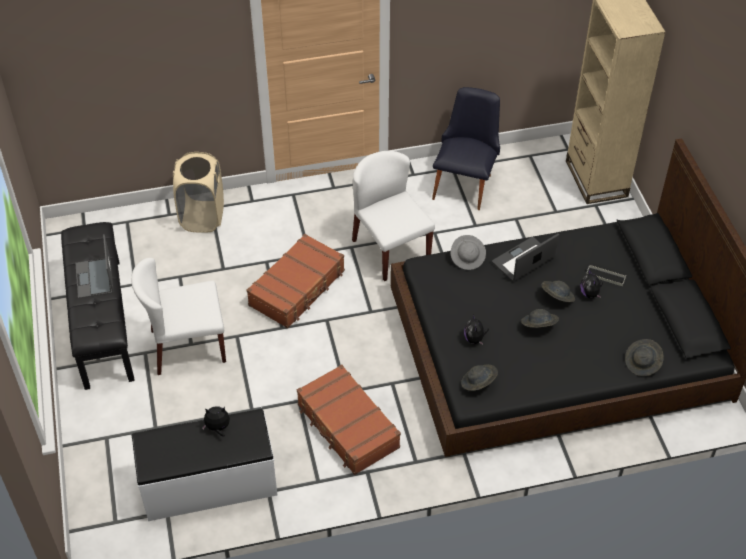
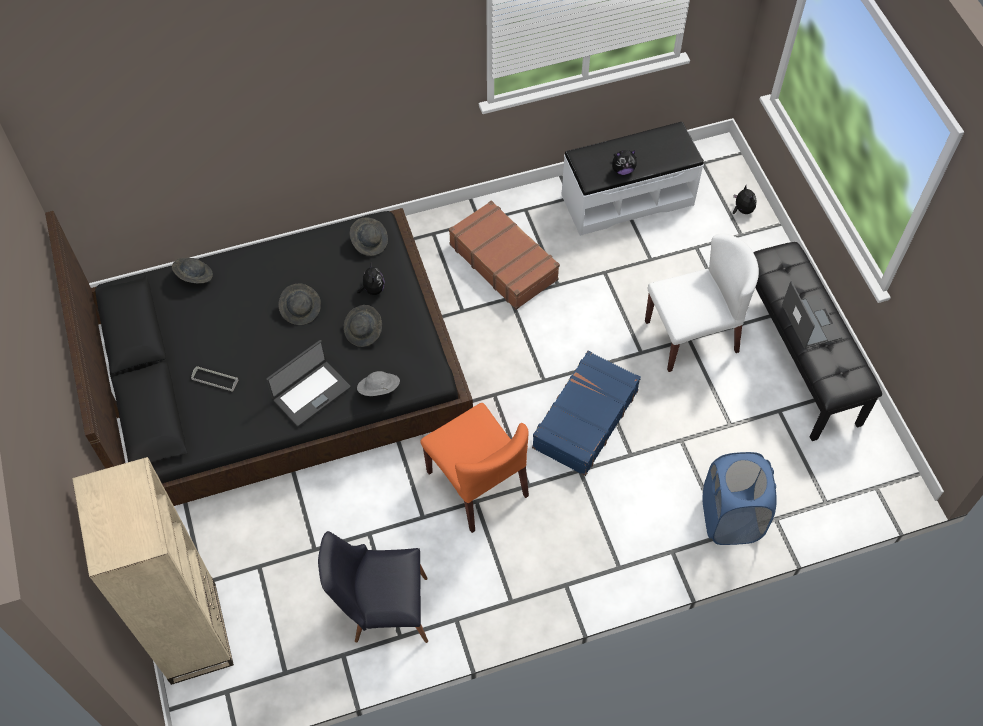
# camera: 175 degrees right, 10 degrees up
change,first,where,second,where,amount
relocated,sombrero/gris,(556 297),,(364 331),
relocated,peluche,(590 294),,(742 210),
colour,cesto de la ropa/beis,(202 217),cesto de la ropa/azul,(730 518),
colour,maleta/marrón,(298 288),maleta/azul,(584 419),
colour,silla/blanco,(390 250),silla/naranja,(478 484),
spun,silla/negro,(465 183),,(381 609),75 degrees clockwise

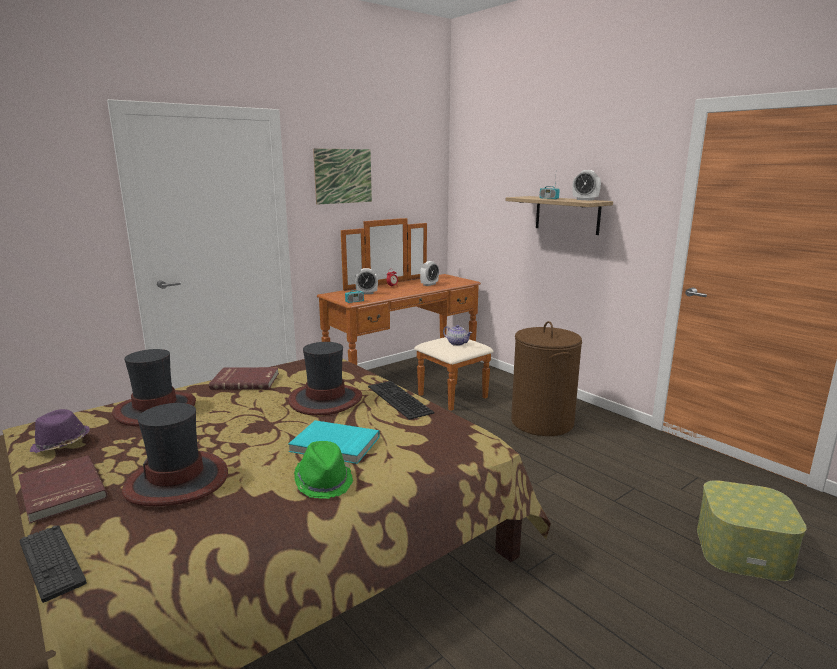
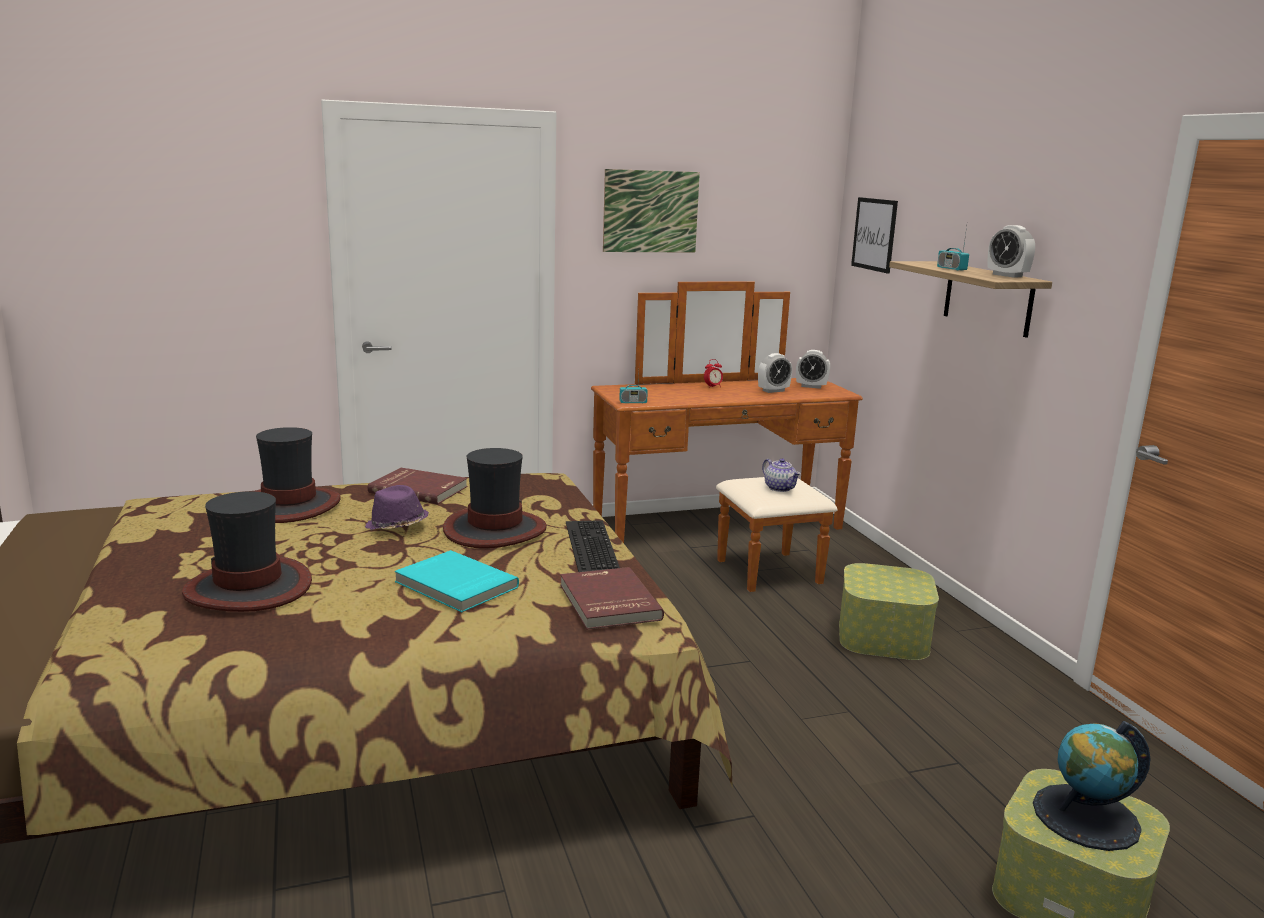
# camera: 20 degrees right, 0 degrees up
change,first,where,second,where,amount
missing,teclado,(51 562),,,
missing,sombrero/verde,(324 481),,,
appeared,,,cuadro,(874 234),
appeared,,,globo terráqueo,(1086 817),
relocated,libro/rojo,(60 491),,(607 602),
relocated,sombrero/morado,(61 444),,(396 526),
relocated,despertador,(366 293),,(811 386),
exchanged,cesto de la ropa/marrón,(541 422),caja de almacenaje,(883 636),

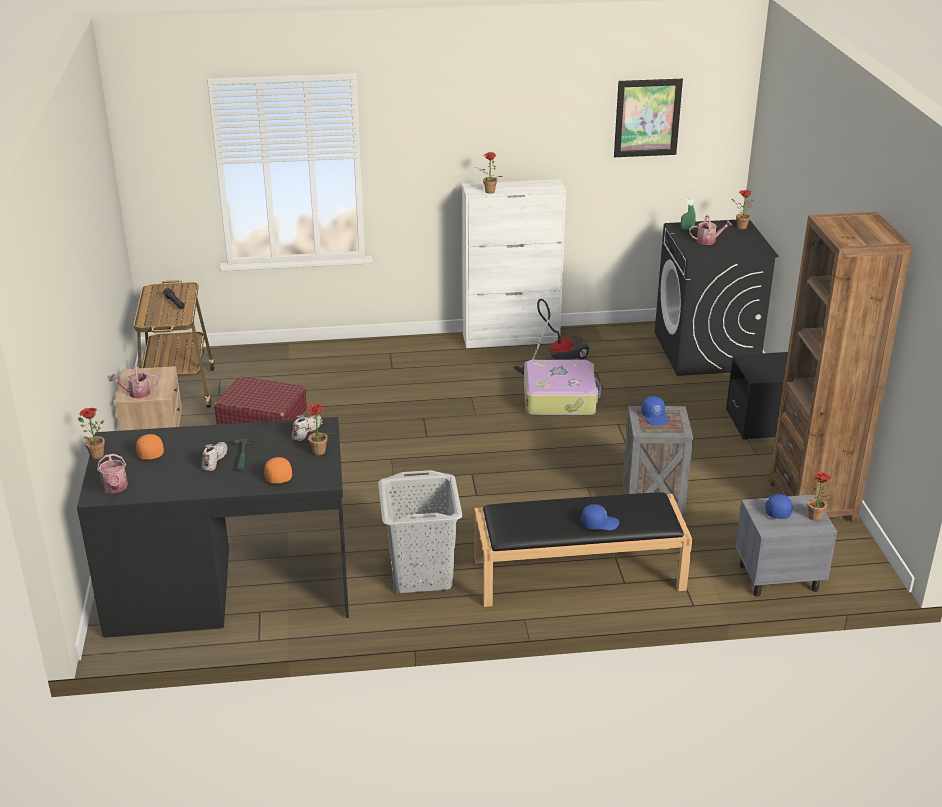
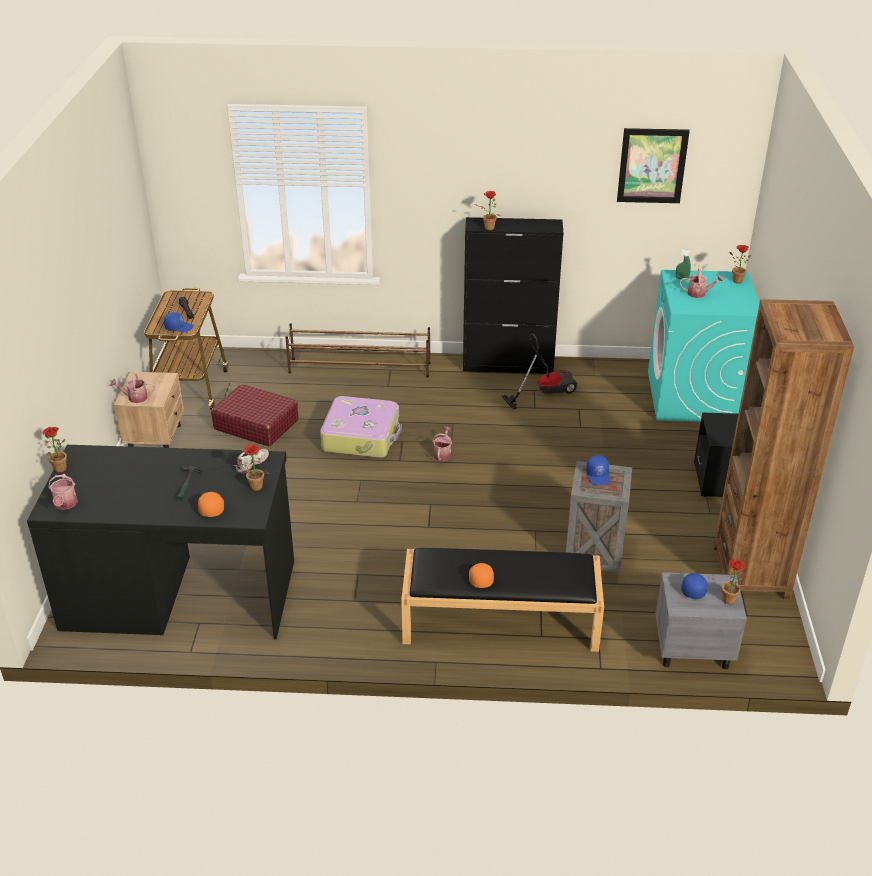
# camera: 10 degrees right, 5 degrees up
change,first,where,second,where,amount
missing,zapato/blanco,(214 459),,,
missing,cesto de la ropa/gris,(422 574),,,
appeared,,,zapatero/marrón,(360 368),
appeared,,,regadera,(442 453),
relocated,gorra/naranja,(150 451),,(480 577),
relocated,maleta,(560 398),,(361 436),
relocated,gorra/azul,(599 523),,(179 327),
colour,armario/blanco,(511 338),armario/negro,(508 365),
colour,lavadora/negro,(706 352),lavadora/turquesa,(693 397),

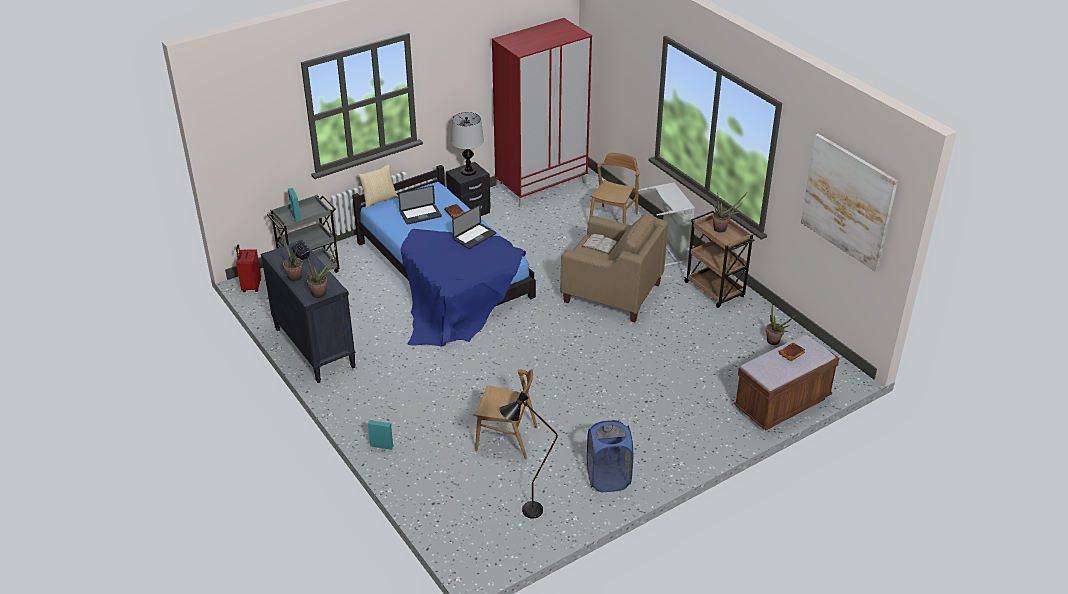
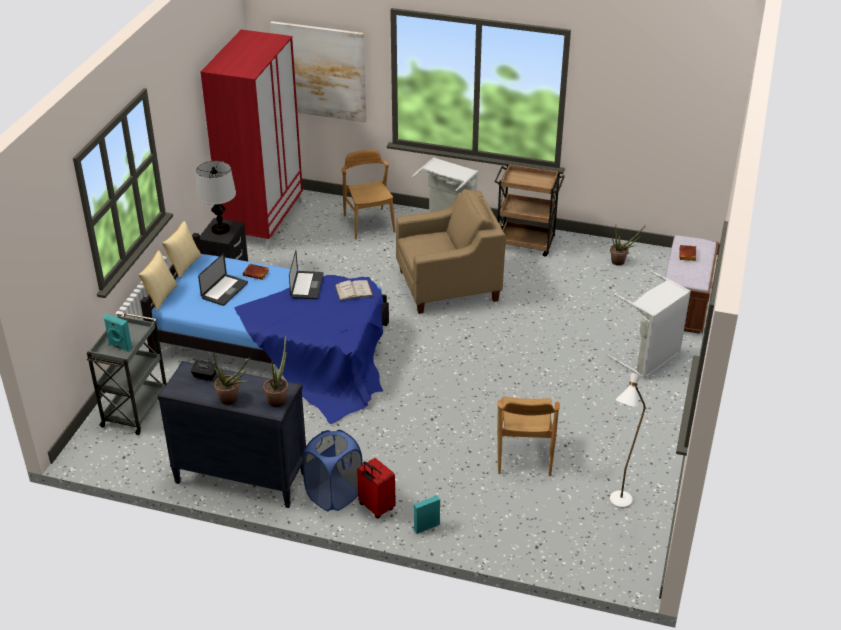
# camera: 40 degrees left, 0 degrees up
change,first,where,second,where,amount
missing,planta en maceta,(723 229),,,
appeared,,,cojín,(184 265),
appeared,,,cesto de la ropa/gris,(649 358),
relocated,maleta/rojo,(251 286),,(375 507),
relocated,libro/blanco,(600 244),,(354 290),
relocated,cesto de la ropa/azul,(608 478),,(334 495),
relocated,cuadro,(848 202),,(319 71),
colour,lámpara de pie/negro,(525 513),lámpara de pie/blanco,(618 506),
spun,silla/marrón,(507 439),,(523 455),120 degrees clockwise

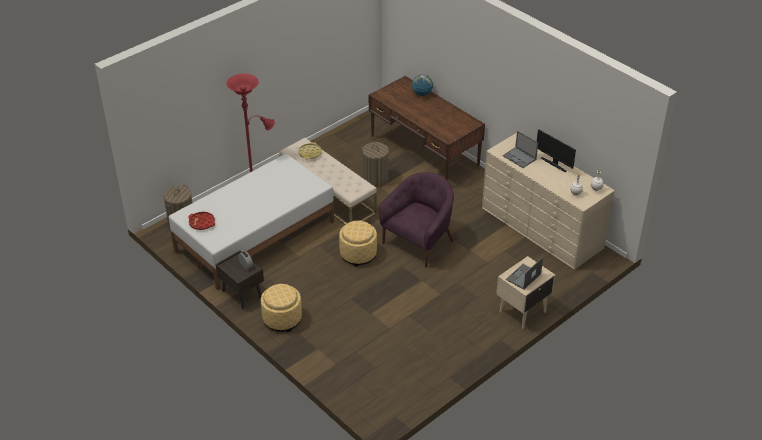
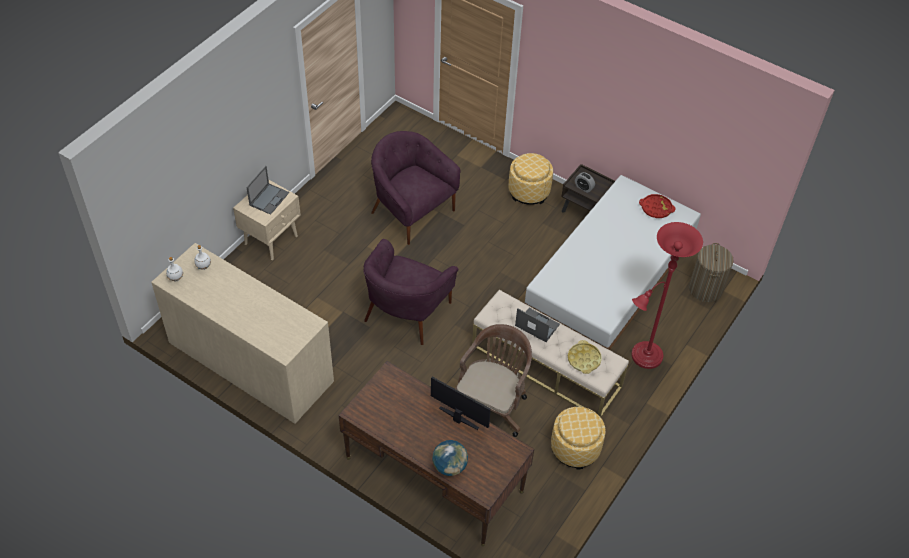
# camera: 165 degrees right, 10 degrees up
change,first,where,second,where,amount
appeared,,,sillón/morado,(411 211),
relocated,puf,(358 254),,(575 448),
relocated,portátil,(519 158),,(536 325),
relocated,monitor,(554 164),,(458 419),
exchanged,cesto de la ropa,(375 179),silla de oficina/marrón,(491 406),

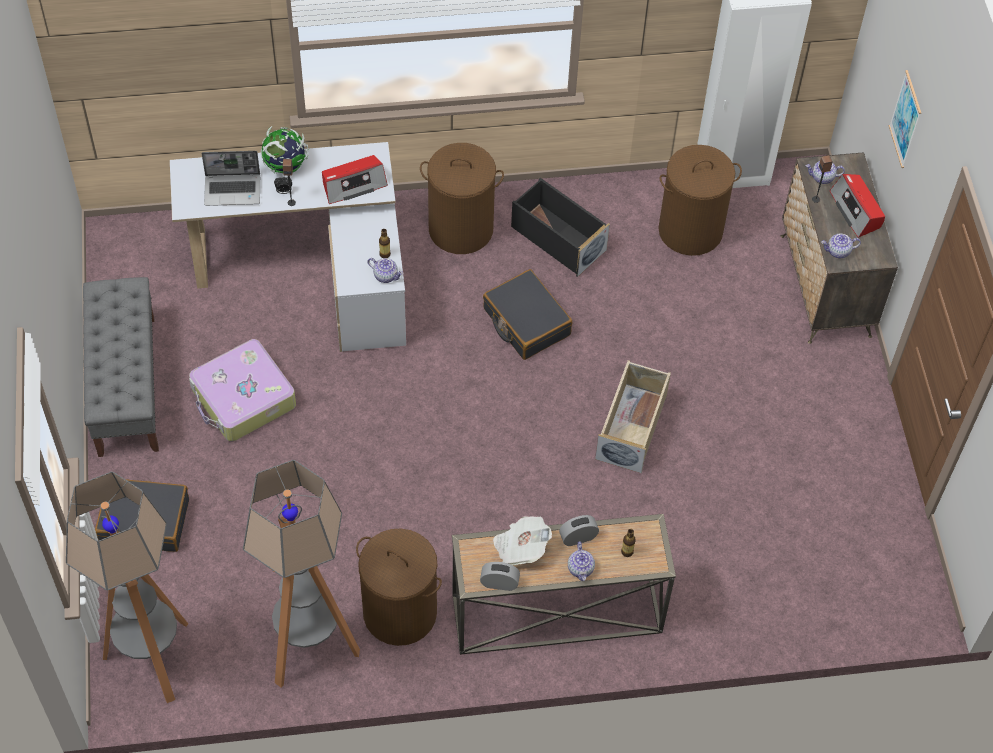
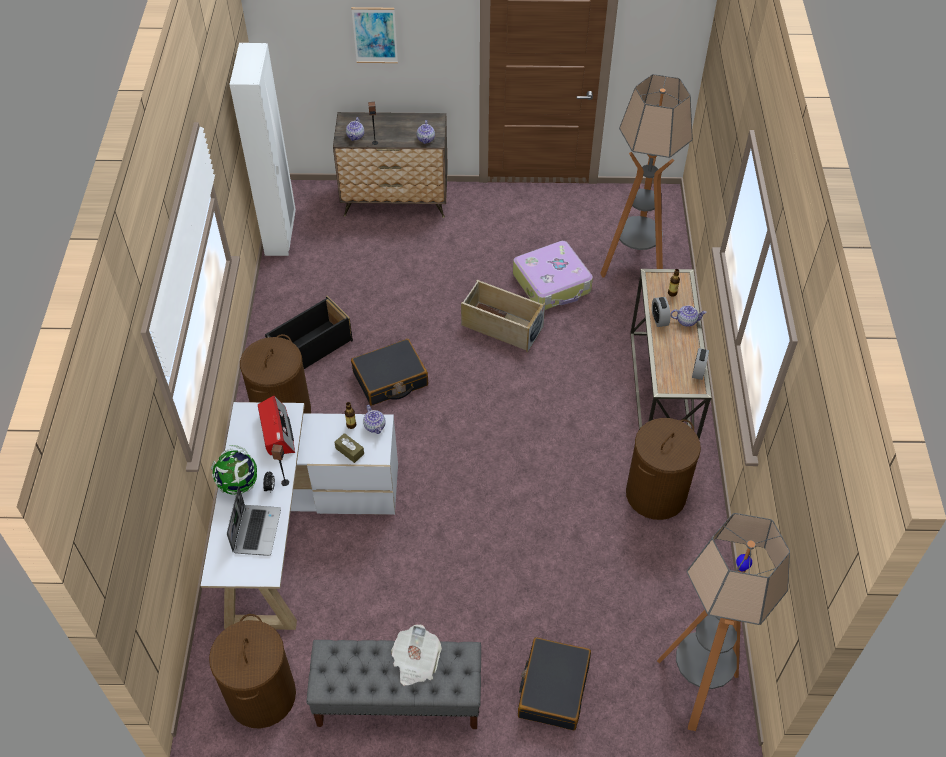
# camera: 80 degrees left, 5 degrees down
change,first,where,second,where,amount
missing,radio,(856 210),,,
appeared,,,caja de pañuelos/marrón,(349 451),
relocated,maleta,(243 399),,(552 283),
relocated,lámpara de pie,(309 647),,(633 268),
relocated,periódico,(520 547),,(415 662),
relocated,cesto de la ropa/marrón,(690 231),,(262 696),
spun,tetera,(386 275),,(375 426),120 degrees clockwise

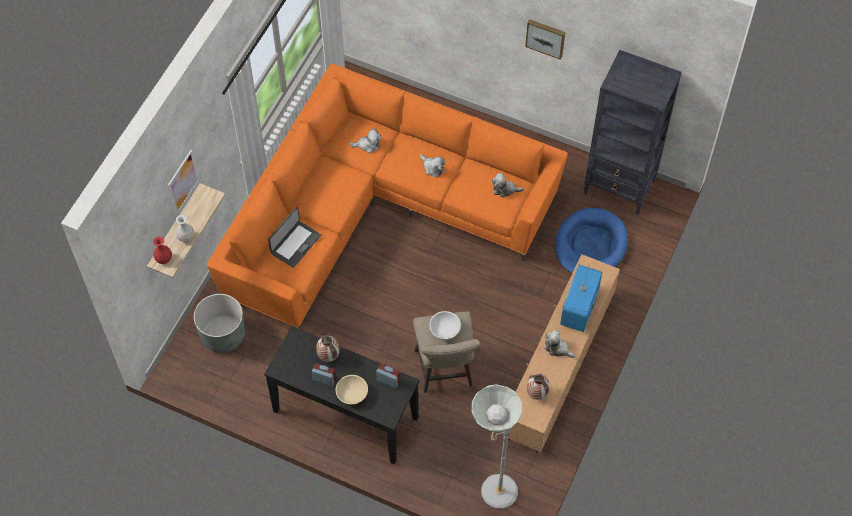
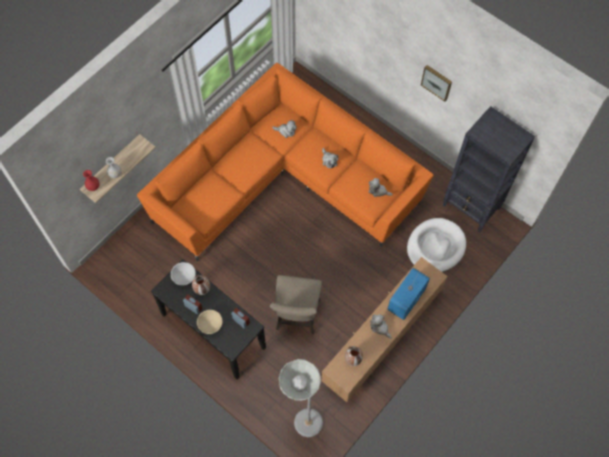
# camera: 15 degrees right, 5 degrees up
change,first,where,second,where,amount
missing,cuadro,(183 182),,,
missing,maceta/gris,(223 335),,,
missing,portátil,(295 244),,,
relocated,cuenco/blanco,(444 330),,(184 276),
colour,cama para perro/azul,(590 245),cama para perro/blanco,(435 247),

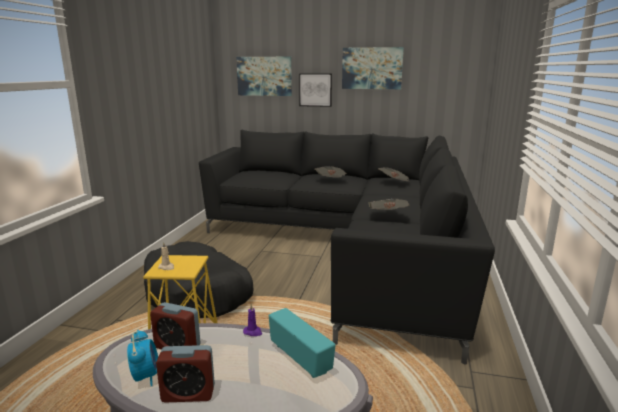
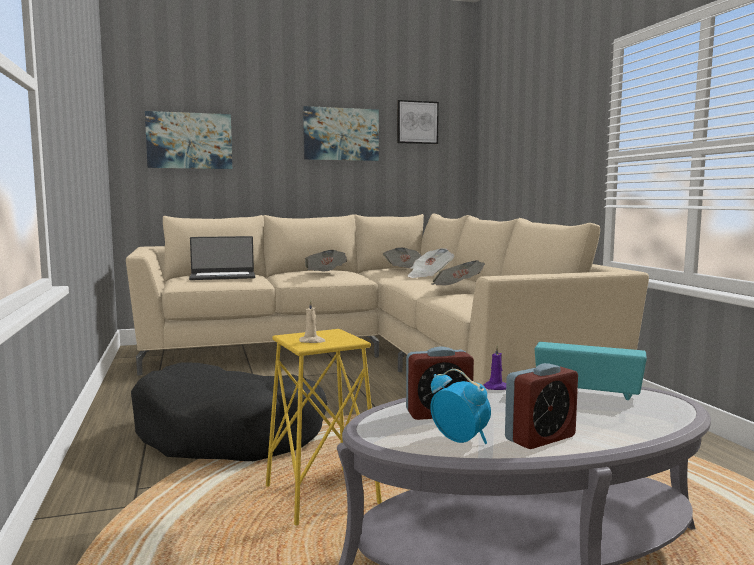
# camera: 30 degrees left, 10 degrees down
change,first,where,second,where,amount
appeared,,,portátil,(222 276),
appeared,,,periódico,(429 276),
relocated,cuadro,(315 90),,(417 122),
colour,sofá/negro,(352 249),sofá/beis,(372 360),

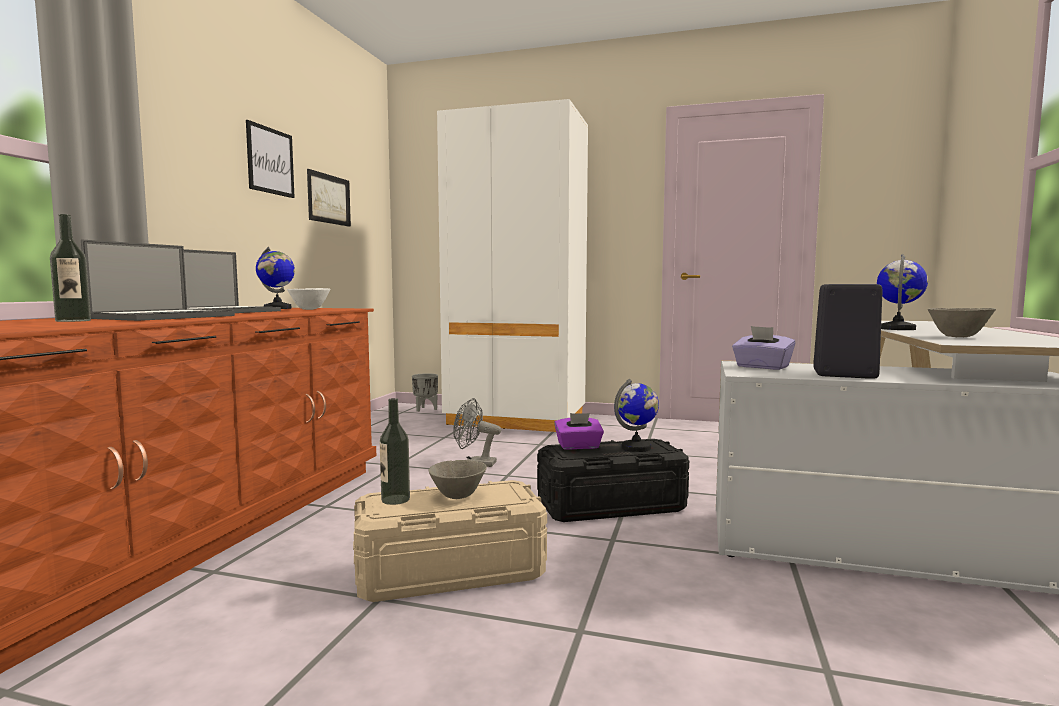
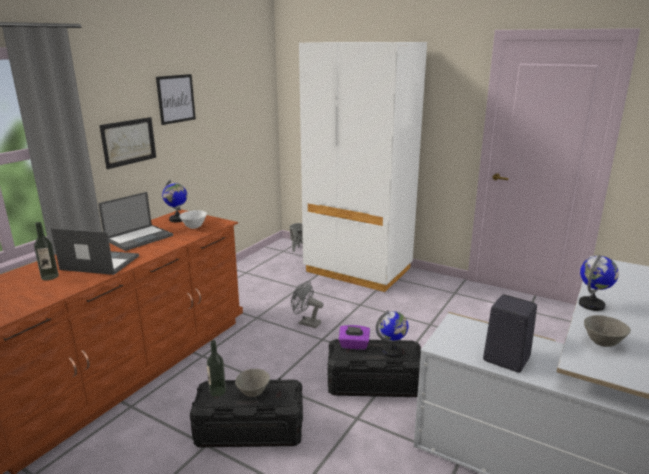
# camera: 15 degrees right, 15 degrees up
change,first,where,second,where,amount
missing,caja de pañuelos/morado,(762 367),,,
relocated,cuadro,(329 199),,(129 142),
colour,caja de almacenaje/beis,(449 571),caja de almacenaje/negro,(250 429),
spun,portátil,(165 317),,(99 263),120 degrees counterclockwise

